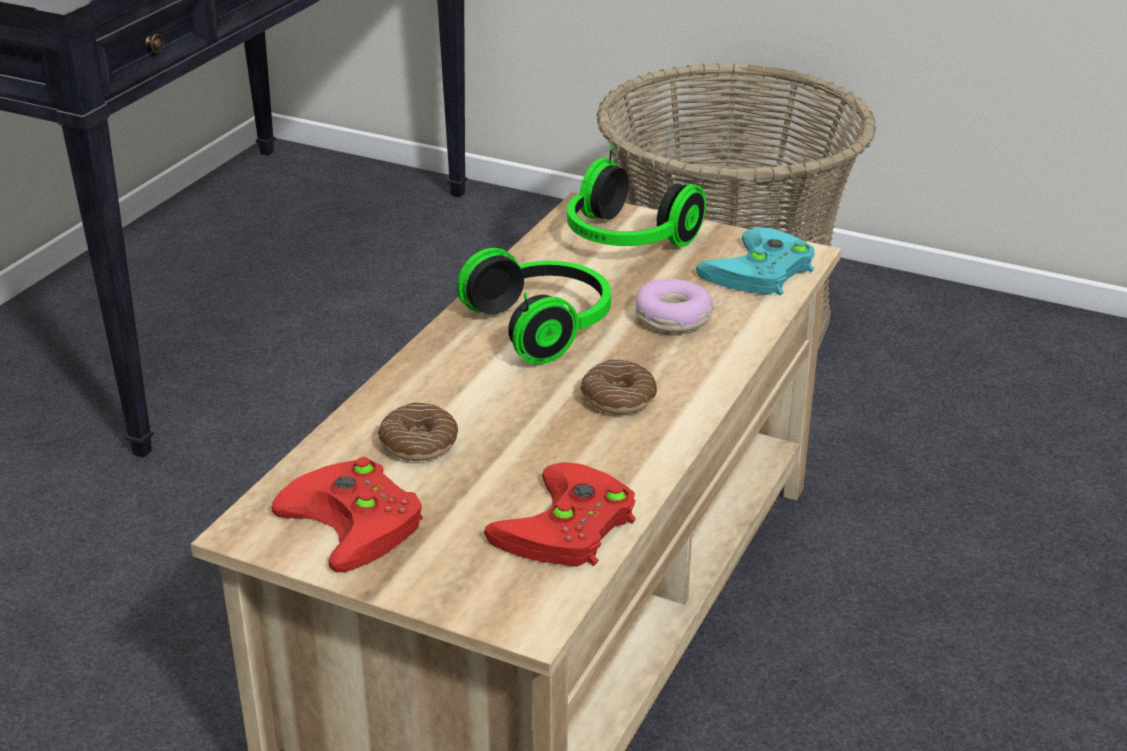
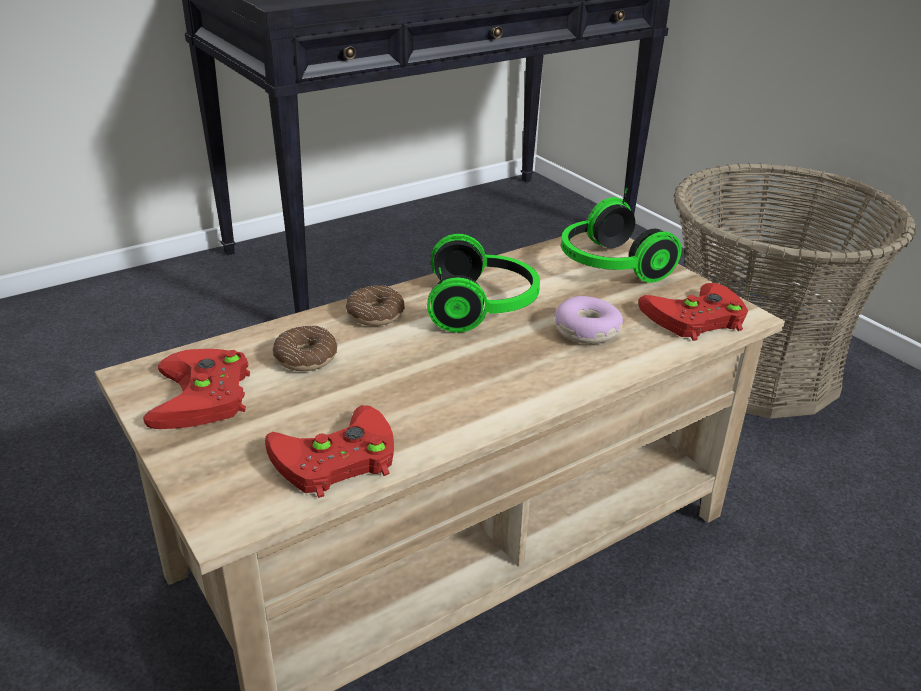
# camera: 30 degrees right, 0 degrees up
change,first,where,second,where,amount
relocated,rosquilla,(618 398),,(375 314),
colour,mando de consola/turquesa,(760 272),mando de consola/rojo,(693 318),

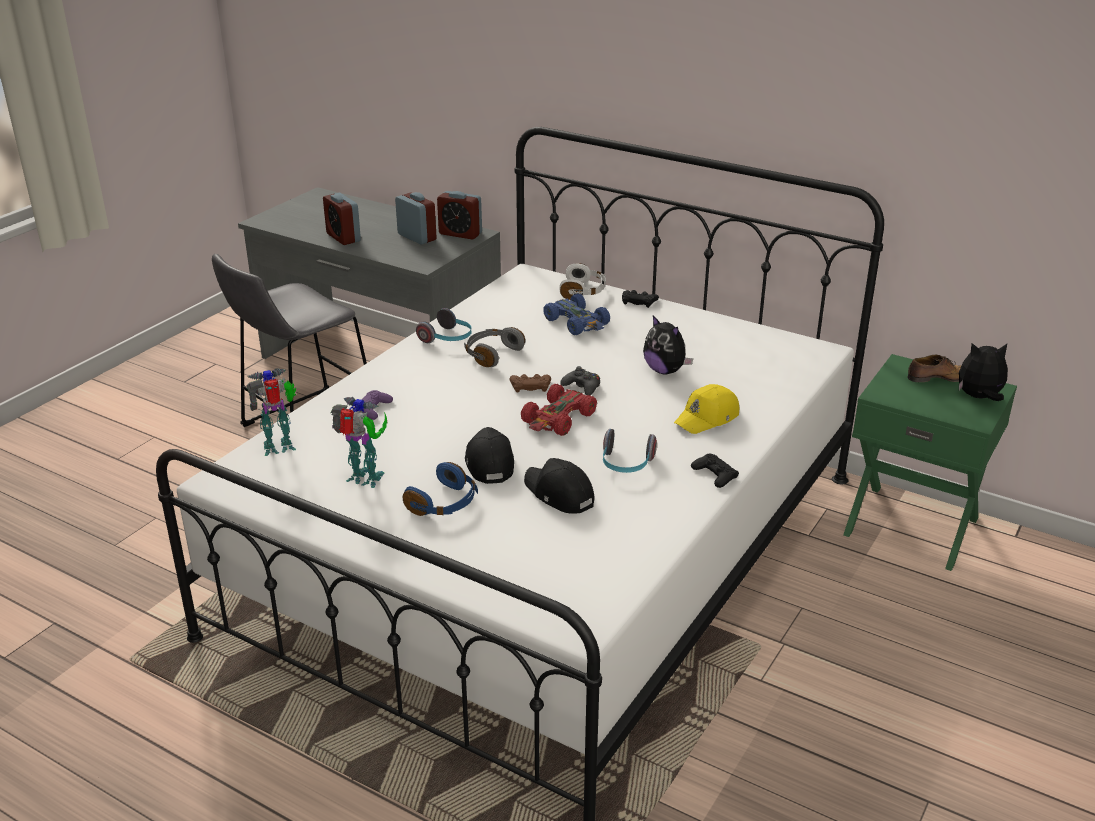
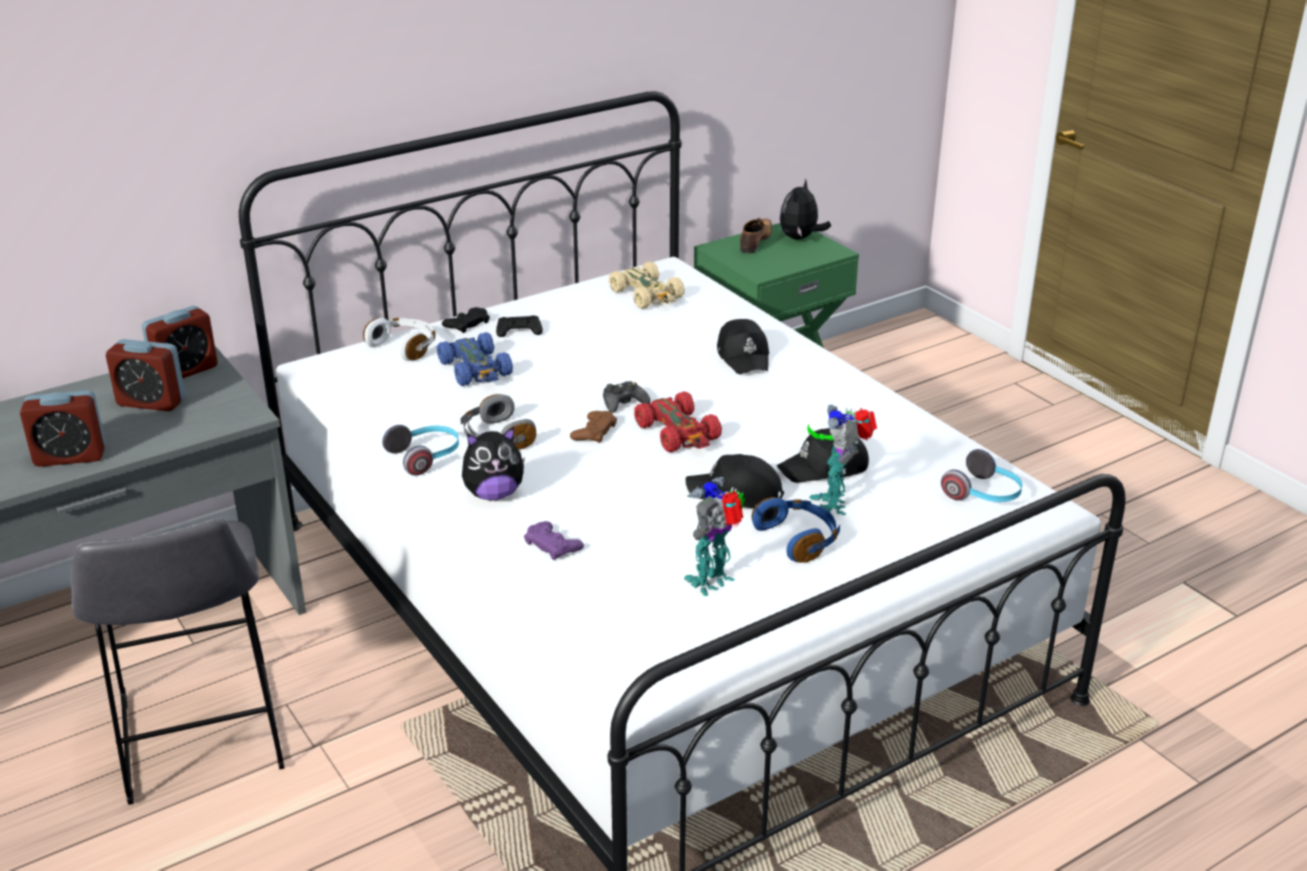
# camera: 65 degrees left, 0 degrees up
change,first,where,second,where,amount
appeared,,,coche de juguete/beis,(647 295),
relocated,robot de juguete,(280 448),,(834 502),
relocated,auriculares,(626 464),,(984 494),
relocated,peluche,(665 371),,(494 494),
relocated,mando de consola/negro,(714 475),,(519 331),
colour,gorra/amarillo,(707 418),gorra/negro,(744 356),
spun,despertador,(417 237),,(151 402),150 degrees counterclockwise
spun,coche de juguete/azul,(577 322),,(476 369),75 degrees clockwise

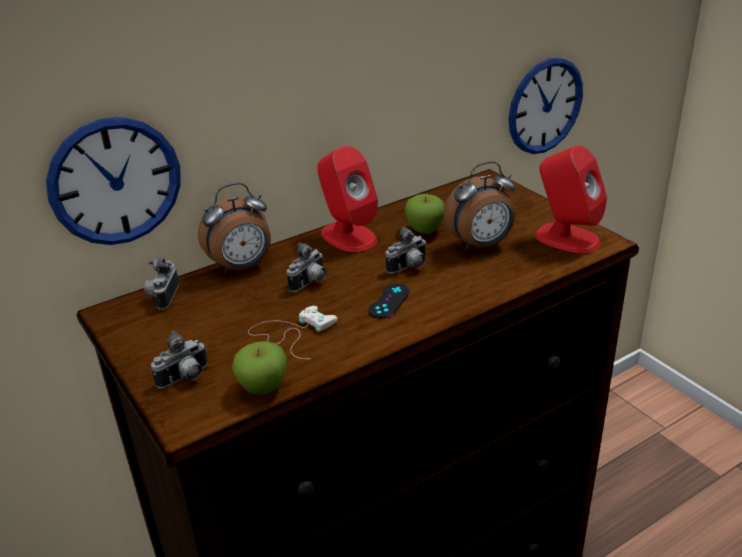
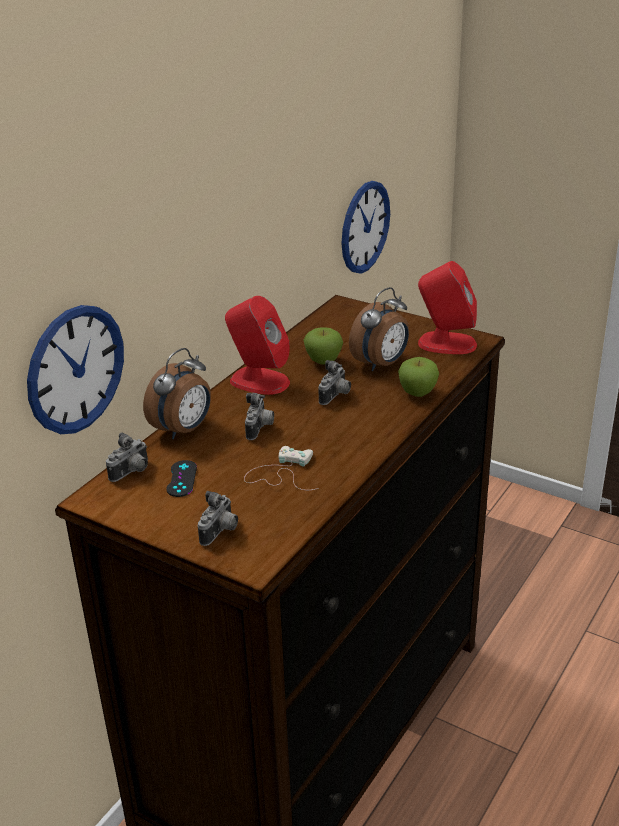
# camera: 25 degrees left, 0 degrees up
change,first,where,second,where,amount
relocated,manzana,(263 388),,(417 393),
relocated,mando de consola/negro,(389 301),,(181 479),
spun,cámara,(163 296),,(132 472),120 degrees counterclockwise

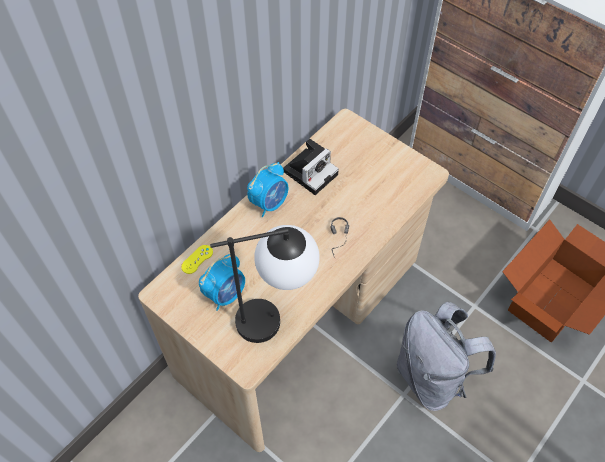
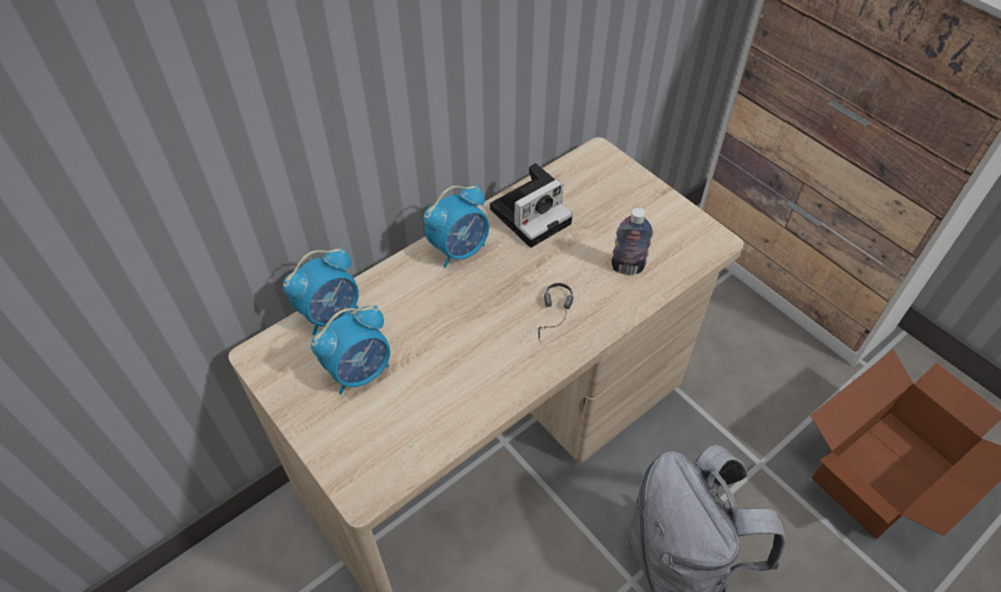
# camera: 10 degrees right, 5 degrees down
change,first,where,second,where,amount
missing,lámpara de mesa,(276 318),,,
appeared,,,botella,(627 268),
exchanged,mando de consola/amarillo,(197 259),despertador,(331 314),

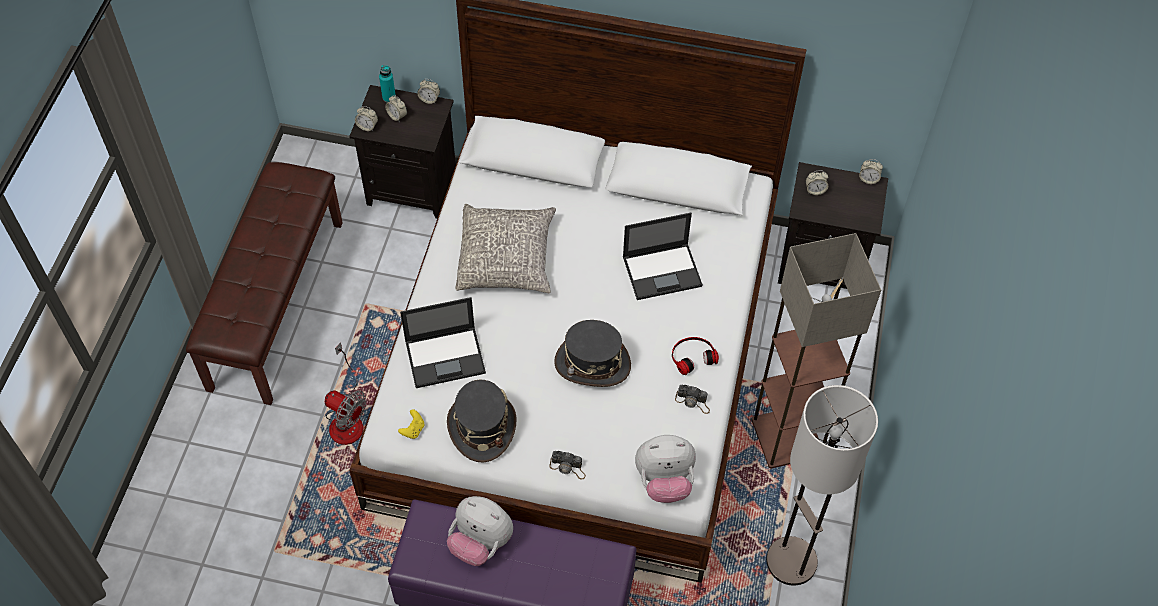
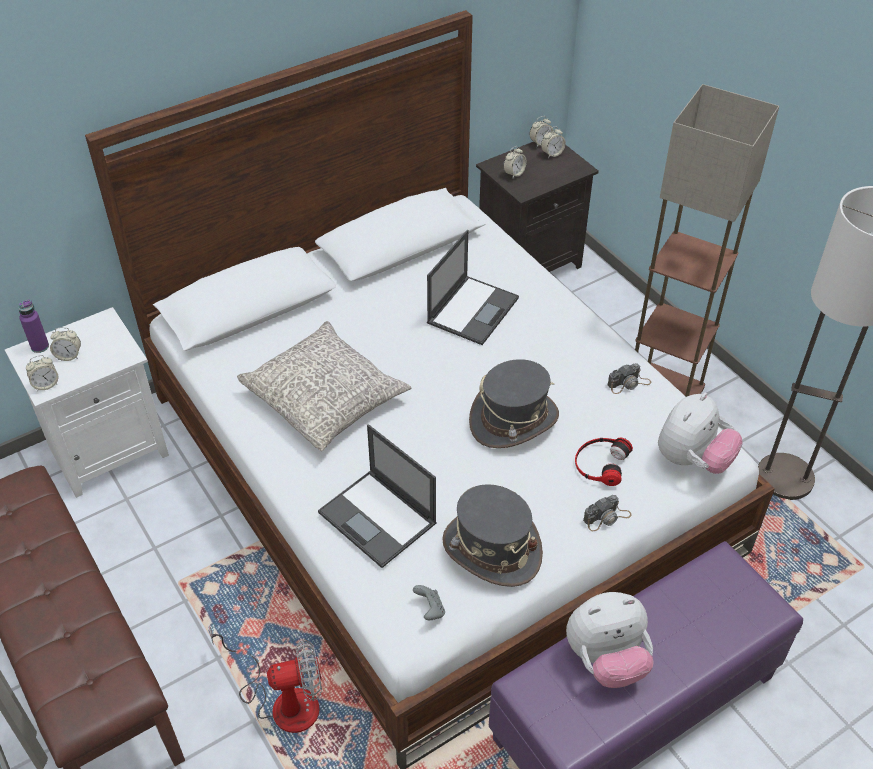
# camera: 45 degrees left, 10 degrees down
change,first,where,second,where,amount
relocated,despertador,(429 99),,(552 154),
relocated,auriculares,(692 356),,(600 463),
colour,mesita de noche/negro,(413 187),mesita de noche/blanco,(109 449),
colour,botella/turquesa,(389 97),botella/morado,(40 346),
colour,mando de consola/amarillo,(413 430),mando de consola/gris,(430 610),
spun,portátil,(446 356),,(378 518),105 degrees clockwise

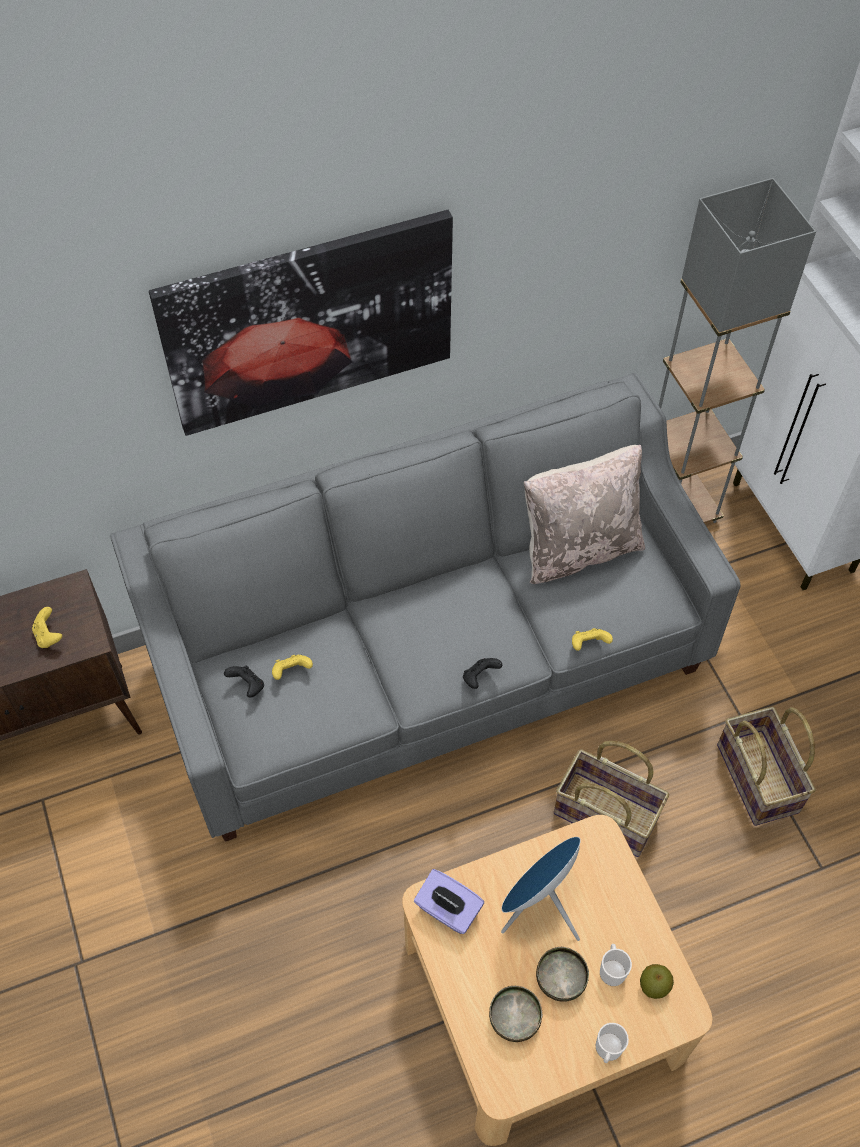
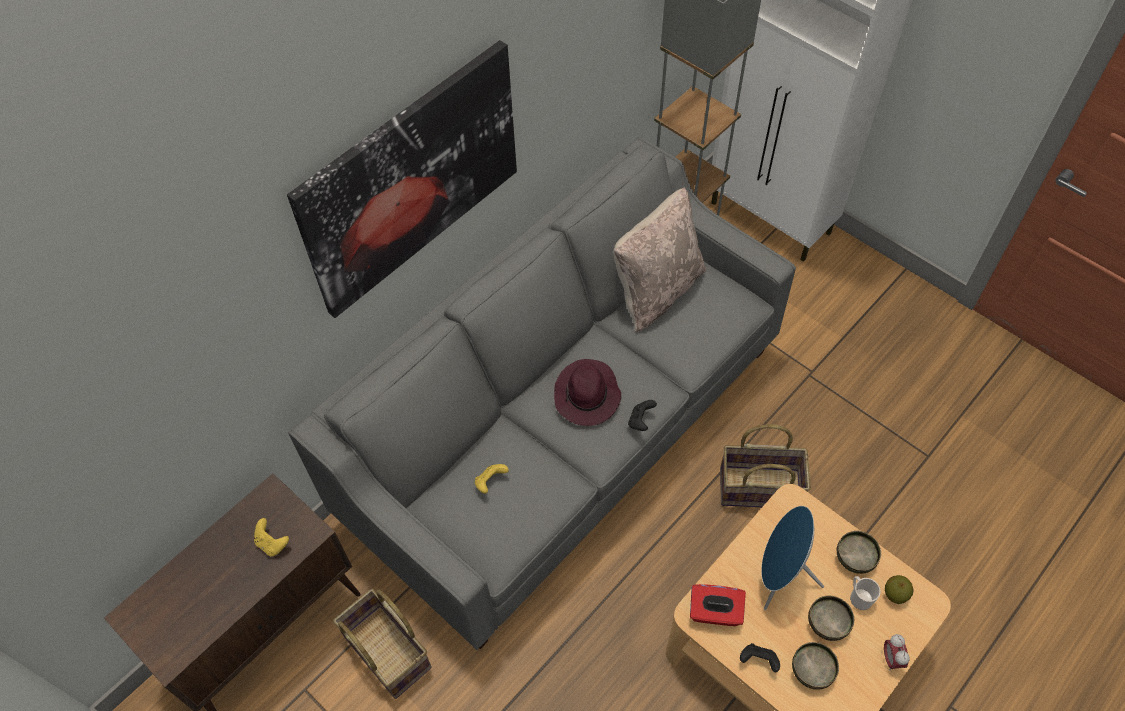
# camera: 25 degrees left, 0 degrees up
change,first,where,second,where,amount
missing,mando de consola/amarillo,(588 645),,,
appeared,,,sombrero/morado,(587 396),
appeared,,,cuenco,(854 557),
relocated,mando de consola/negro,(247 686),,(758 660),
relocated,cesta,(759 778),,(389 651),
exchanged,taza grande,(608 1050),despertador,(891 658),
colour,caja de pañuelos/morado,(448 910),caja de pañuelos/rojo,(715 612),

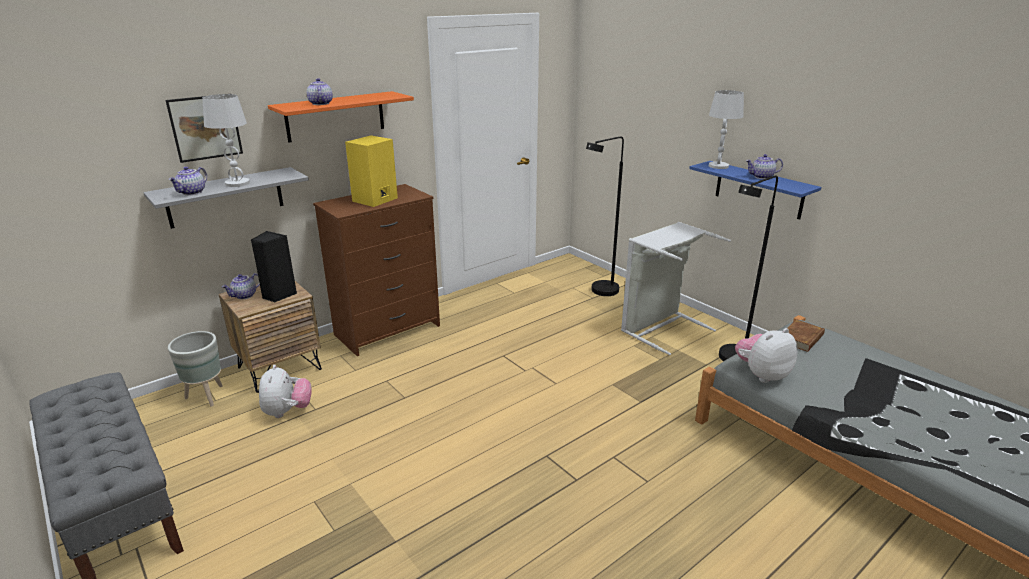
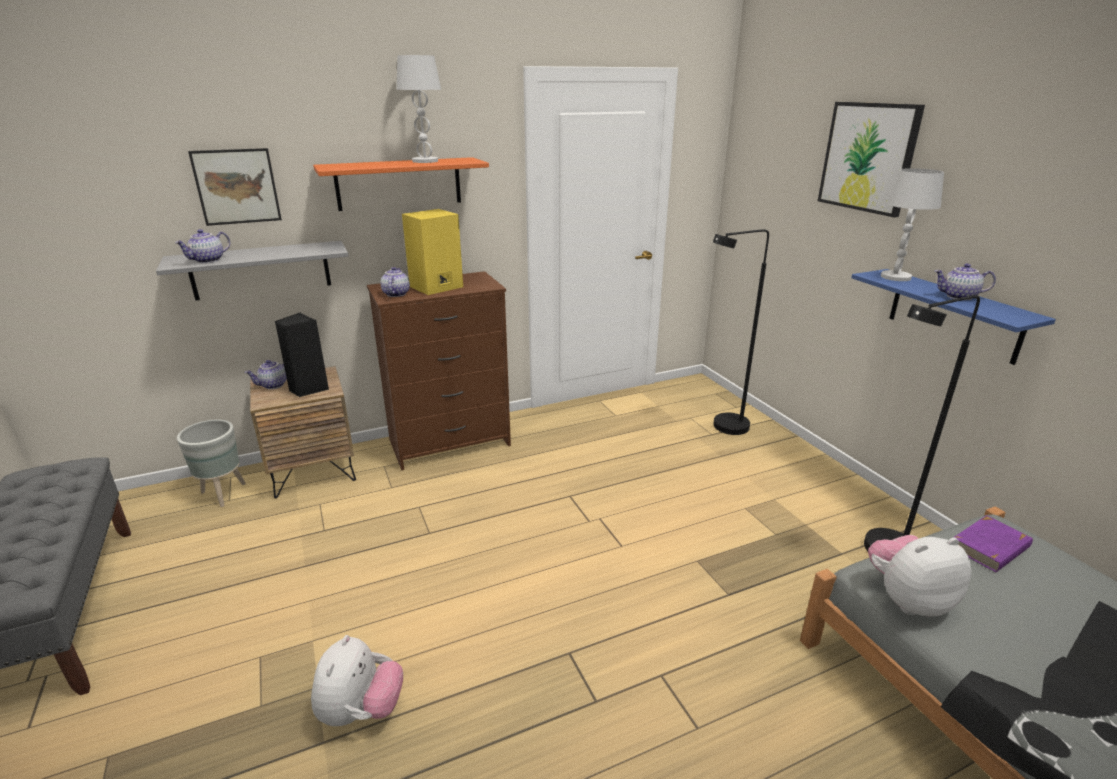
# camera: 15 degrees right, 0 degrees up
change,first,where,second,where,amount
missing,cesto de la ropa/gris,(660 328),,,
appeared,,,cuadro,(868 157),
relocated,lámpara de mesa/blanco,(237 183),,(425 161),
relocated,peluche,(287 411),,(361 711),
relocated,tetera,(320 103),,(395 294),
colour,libro/marrón,(801 338),libro/morado,(990 547),

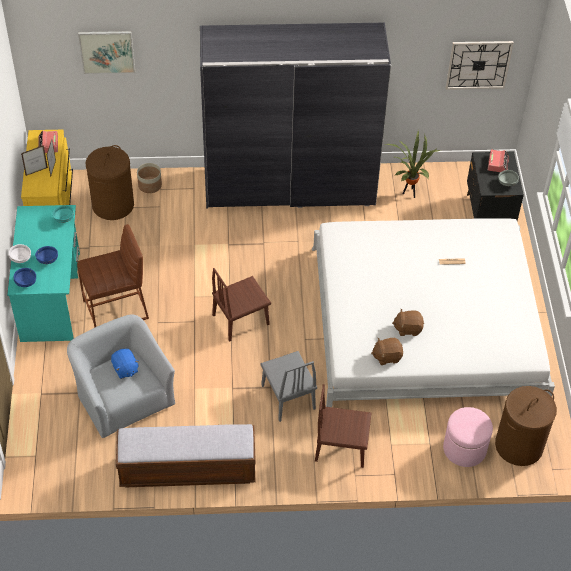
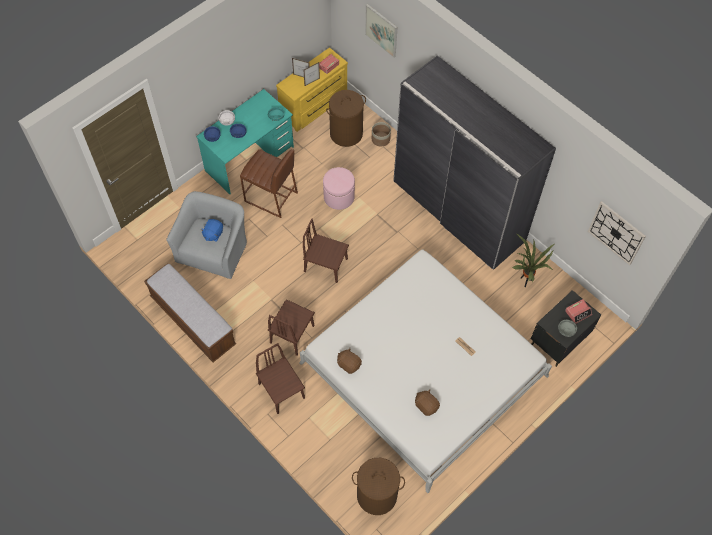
# camera: 50 degrees right, 10 degrees up
change,first,where,second,where,amount
relocated,peluche/marrón,(408 328),,(426 405),
relocated,puf/rosa,(464 448),,(339 197),
colour,silla/gris,(288 397),silla/marrón,(292 334),

